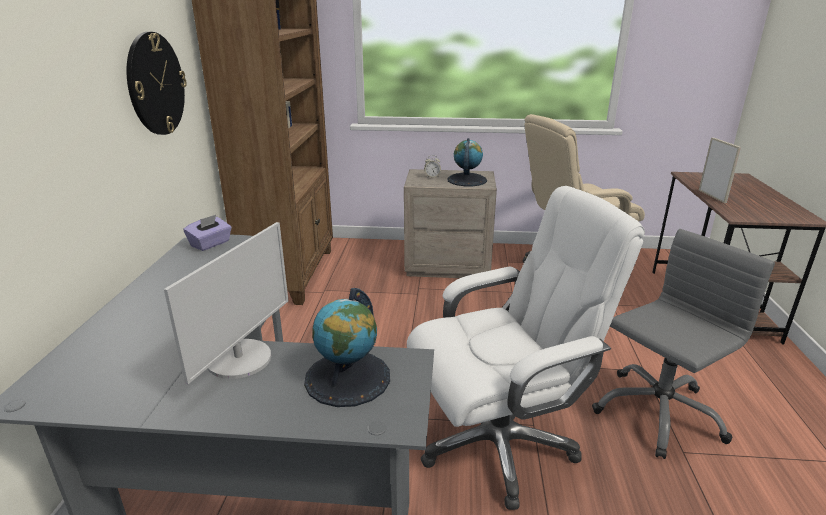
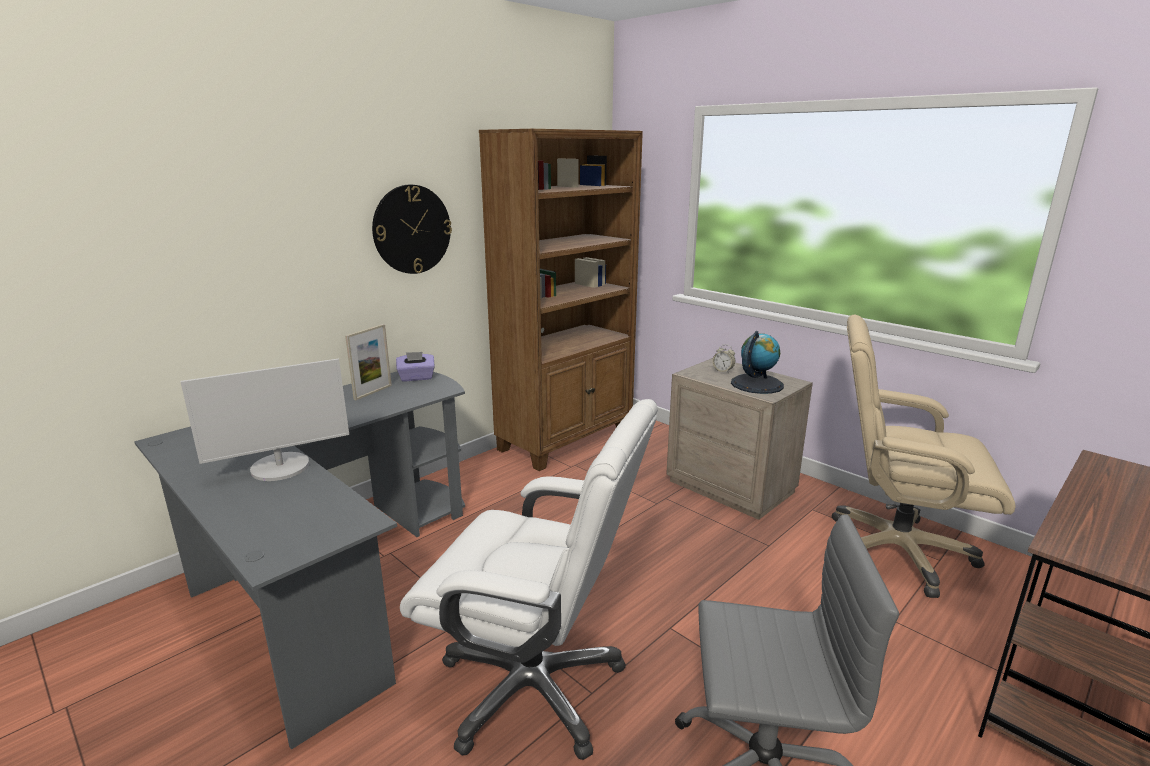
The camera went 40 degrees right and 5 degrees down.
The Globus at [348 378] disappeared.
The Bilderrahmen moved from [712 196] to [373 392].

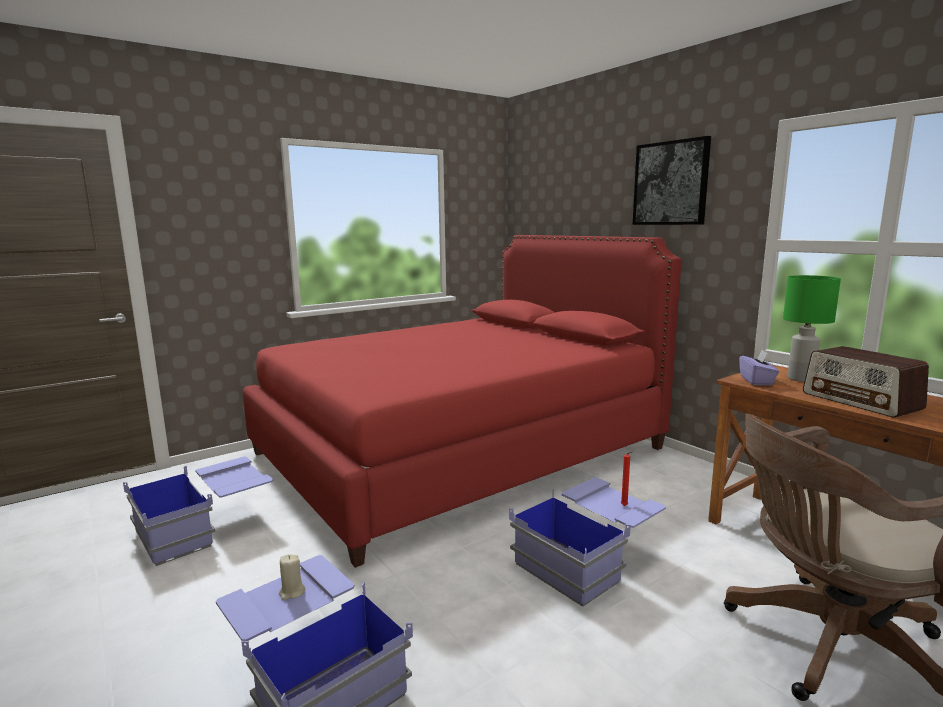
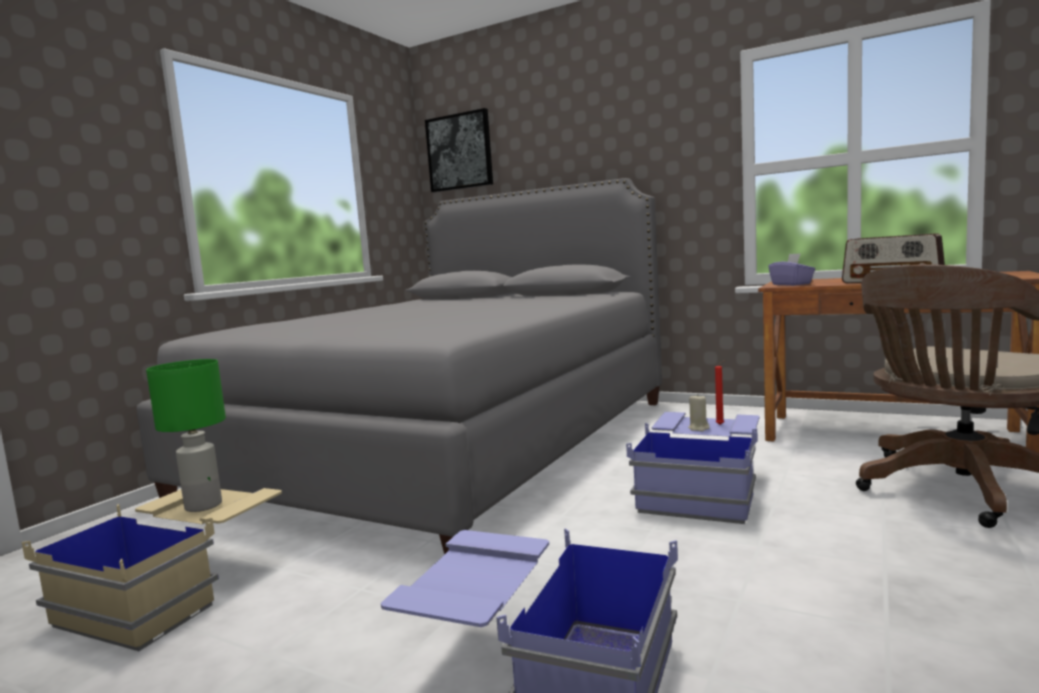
The camera went 25 degrees left and 5 degrees down.
The Aufbewahrungsbox/blau at [206 528] became the Aufbewahrungsbox/beige at [178 590].
The Bett/rot at [458 450] became the Bett/grau at [451 445].
The Kerze/beige moved from [292 592] to [698 428].
The Bild moved from [670 183] to [460 152].
The Tischlampe/grün moved from [800 379] to [203 506].

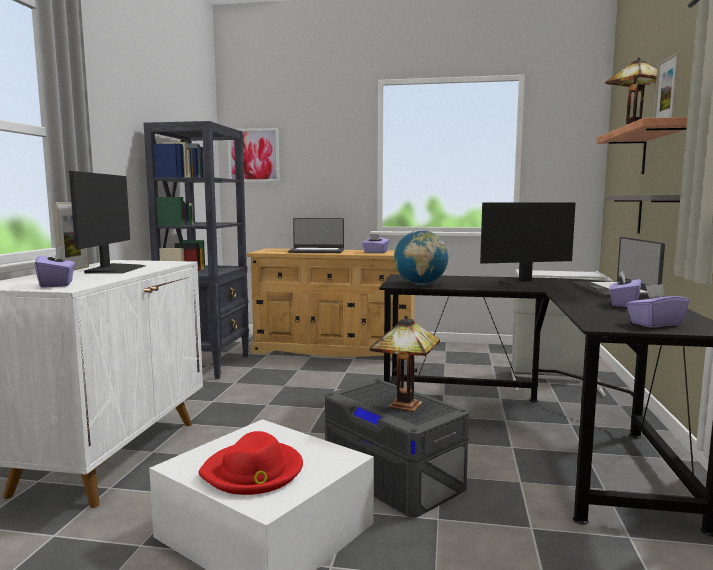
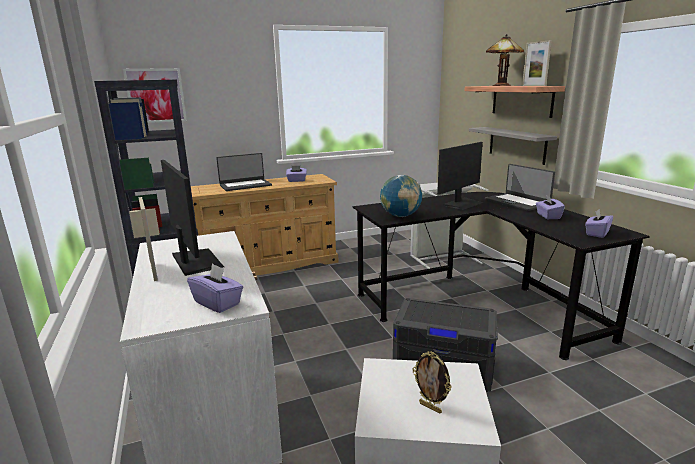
The camera went 30 degrees left and 10 degrees up.
The Hut/rot at [253 472] was replaced by the Bilderrahmen at [430 407].
The Tischlampe at [406 406] disappeared.

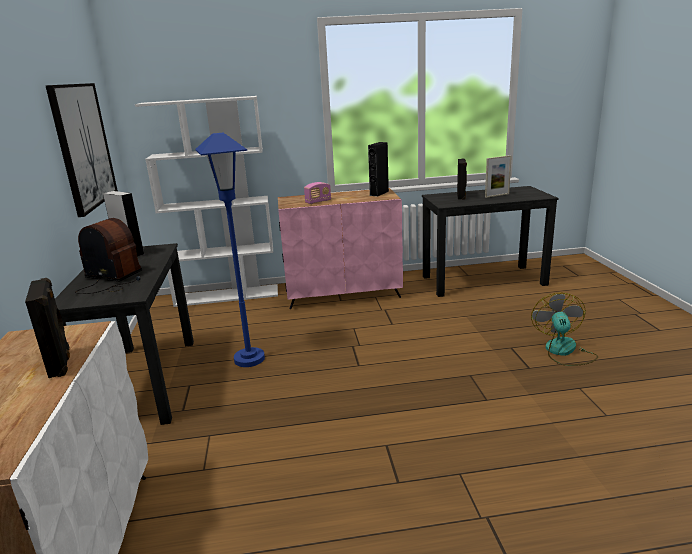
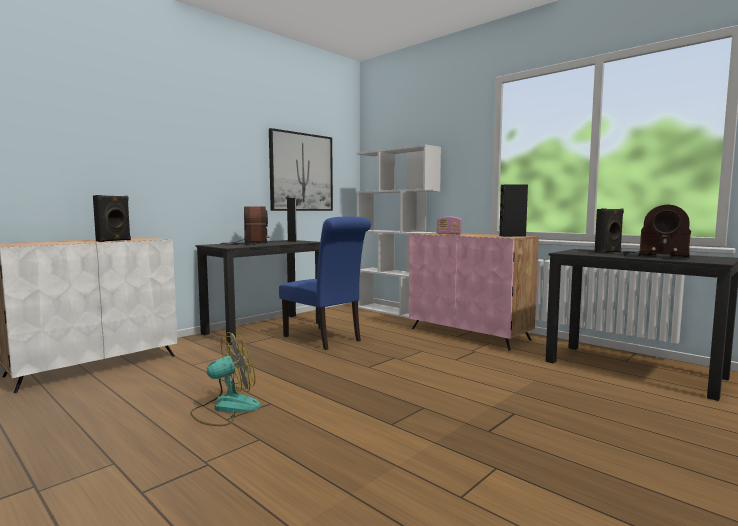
The camera went 50 degrees right and 15 degrees down.
The Stehlampe/blau at [249 359] was replaced by the Stuhl/blau at [325 339].
The Bilderrahmen at [497 195] was replaced by the Radio at [653 256].
The Ventilator moved from [563 351] to [225 408].

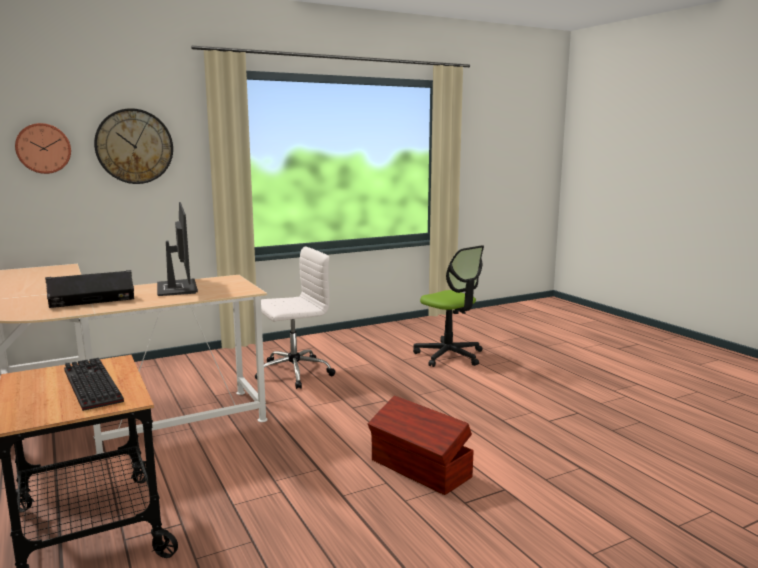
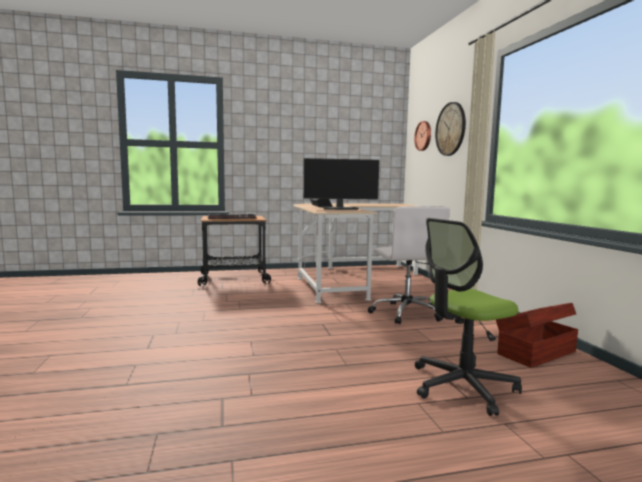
The camera went 105 degrees right and 5 degrees down.
The Aufbewahrungsbox/braun moved from [420 469] to [535 352].

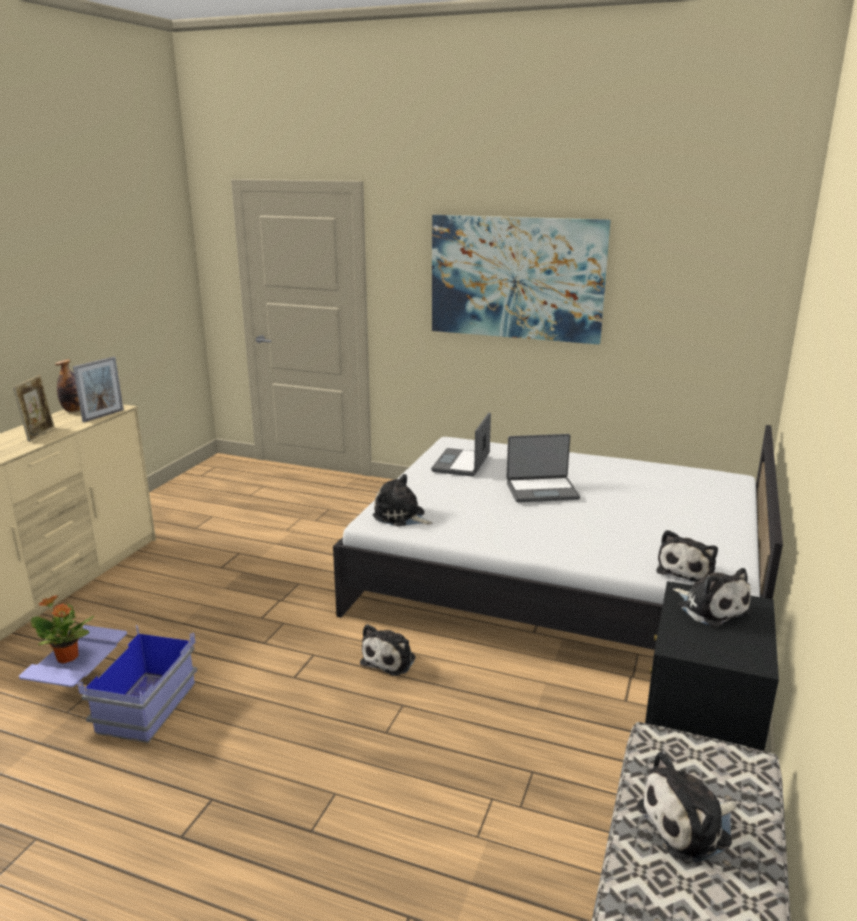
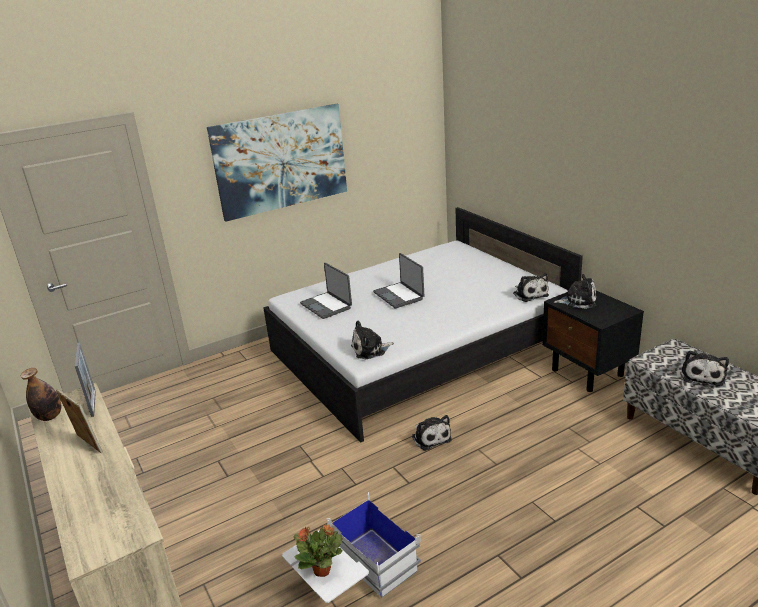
The camera went 50 degrees left and 5 degrees up.
The Aufbewahrungsbox/blau at [116 703] became the Aufbewahrungsbox/weiß at [354 579].
The Laptop at [542 490] turned 120 degrees clockwise.

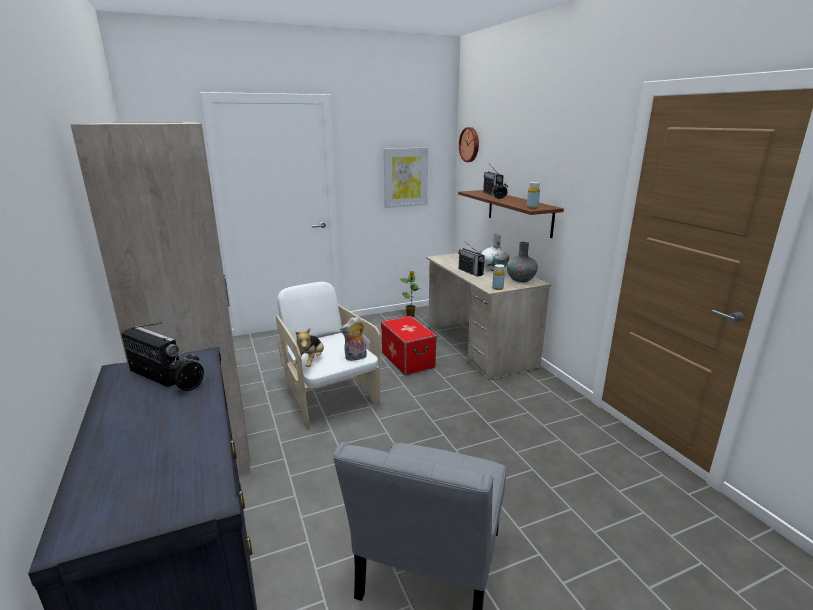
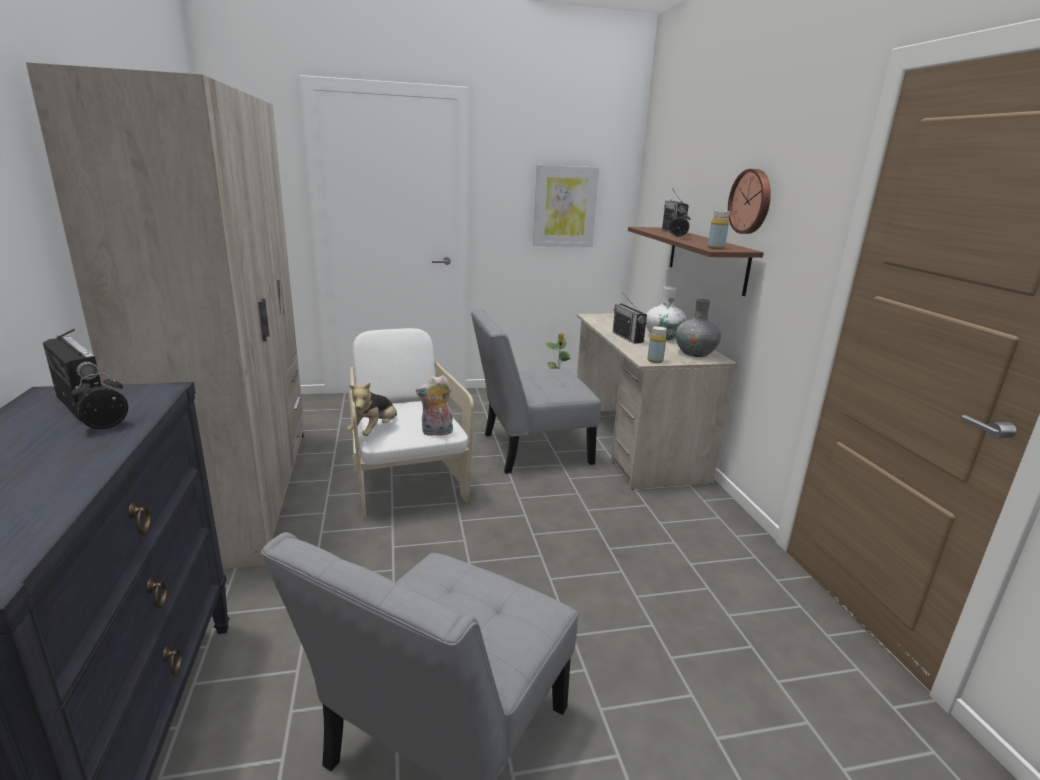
The camera went 10 degrees right and 0 degrees up.
The Aufbewahrungsbox at [407 360] was replaced by the Stuhl/grau at [529 449].
The Wanduhr moved from [470 144] to [751 201].

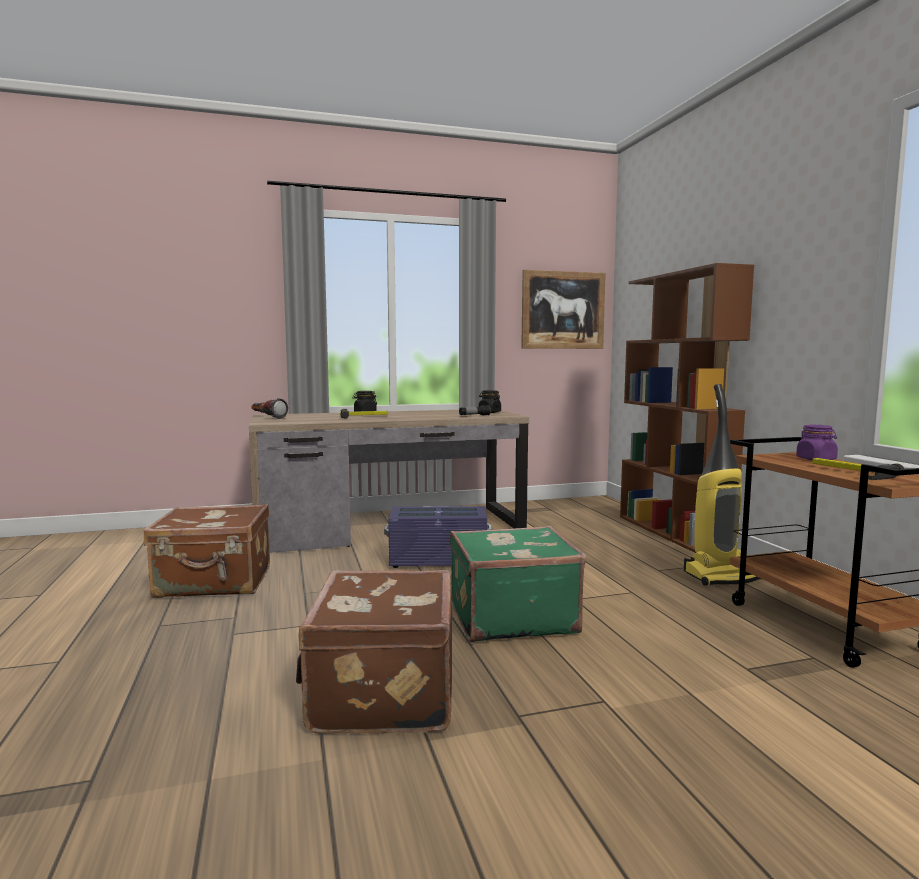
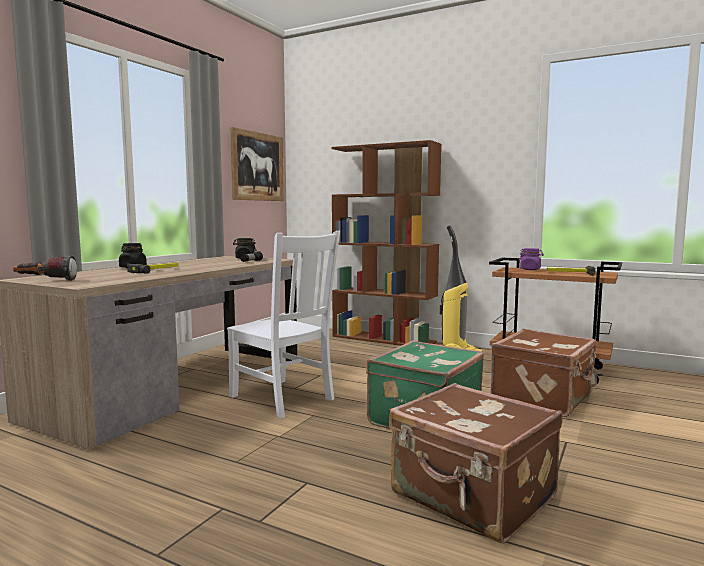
The camera went 45 degrees left and 0 degrees up.
The Koffer/braun moved from [215 583] to [544 398].
The Aufbewahrungsbox/lila at [438 560] was replaced by the Stuhl/weiß at [283 398].

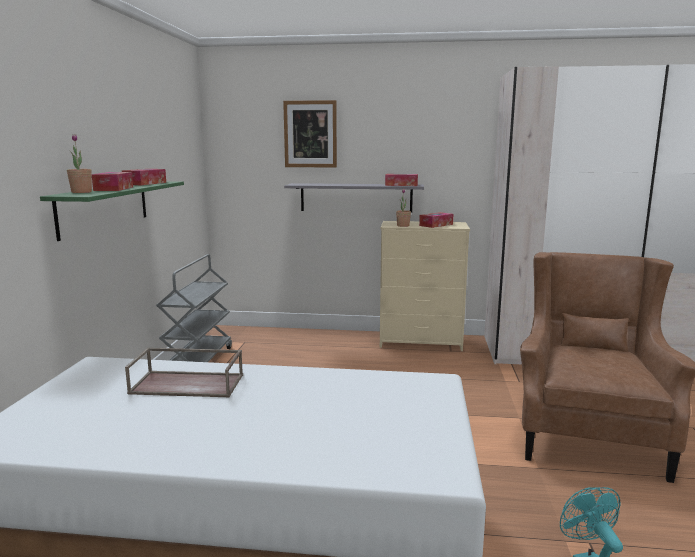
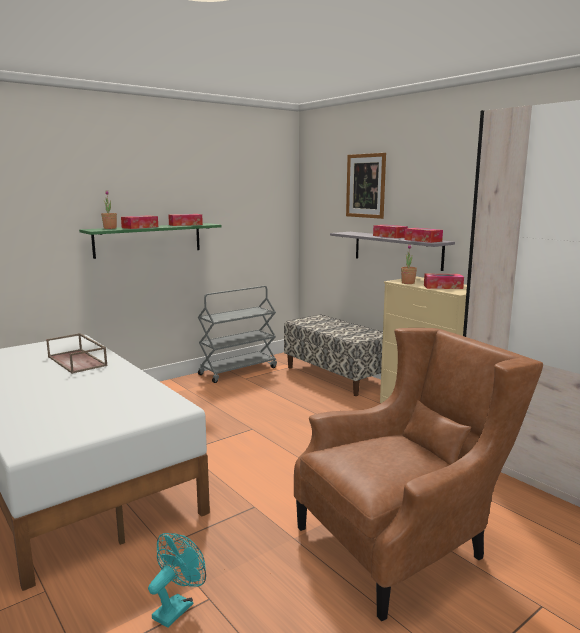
The camera went 45 degrees right and 0 degrees up.
The Bank at [336 376] appeared.
The Taschentuchbox at [389 236] appeared.

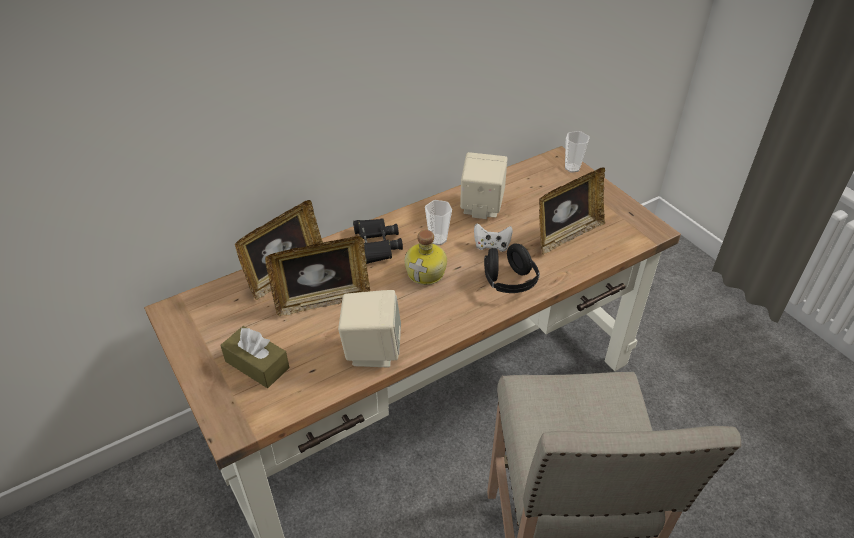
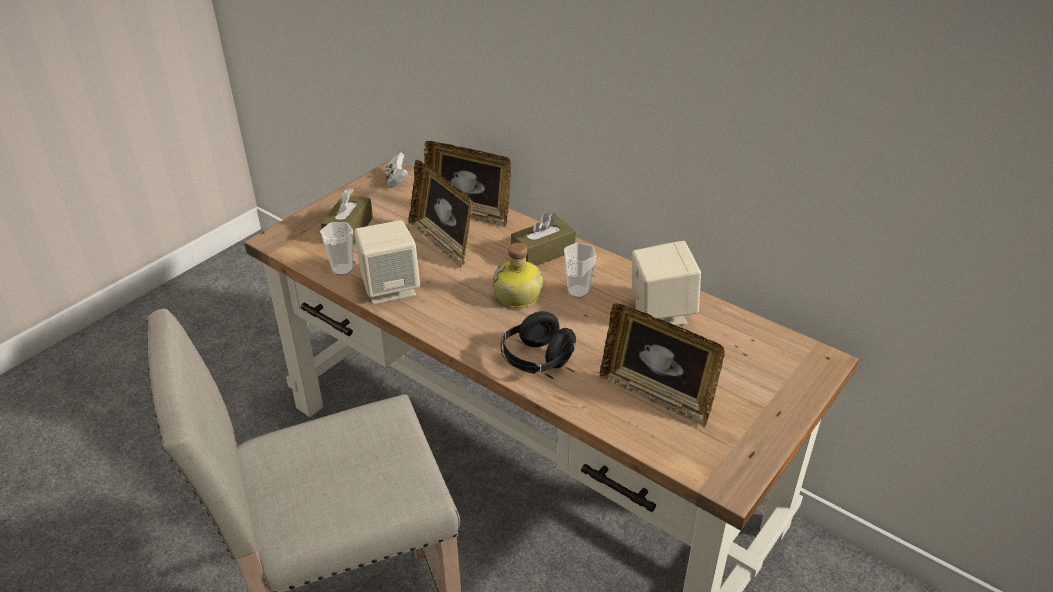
The camera went 70 degrees right and 5 degrees down.
The Fernglas/schwarz at [376 244] was replaced by the Taschentuchbox/braun at [543 253].
The Gamepad/weiß moved from [491 246] to [396 180].
The Tasse moved from [572 168] to [342 270].

